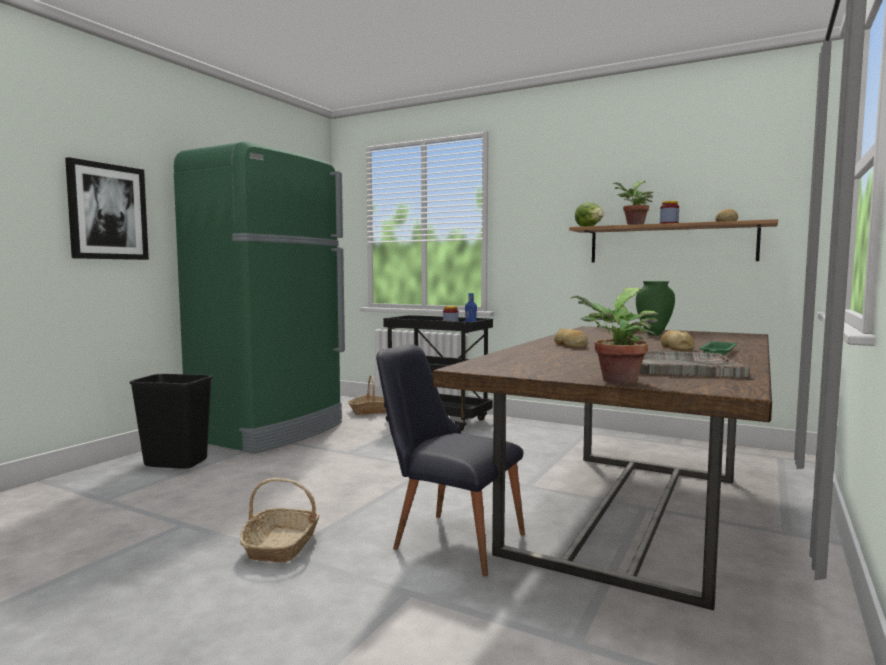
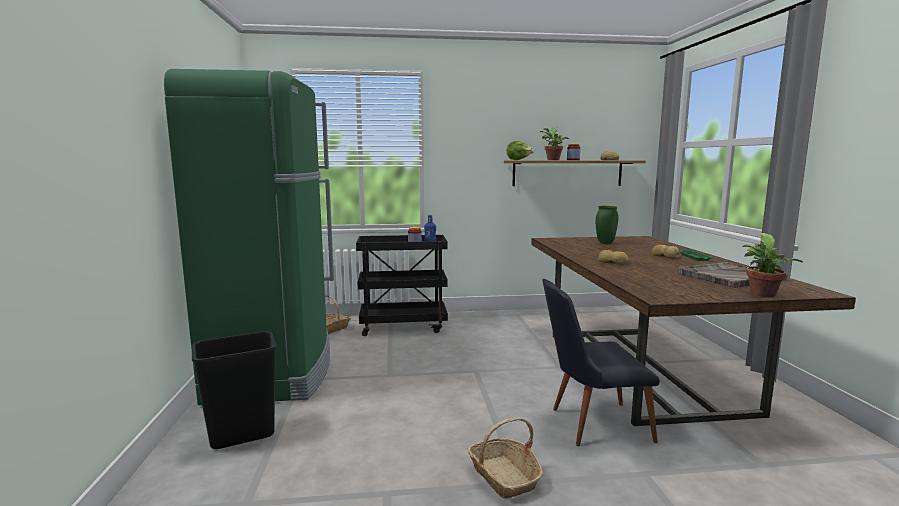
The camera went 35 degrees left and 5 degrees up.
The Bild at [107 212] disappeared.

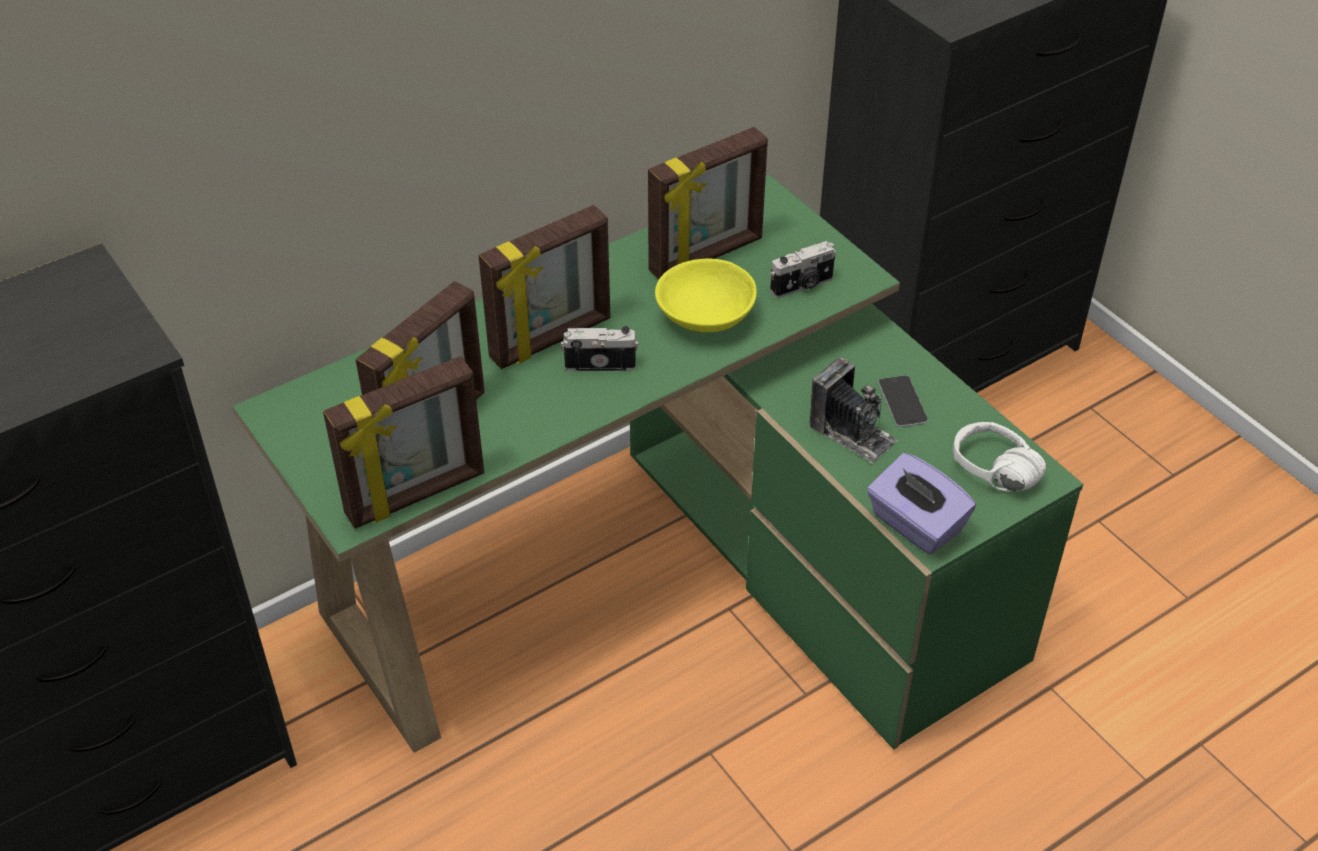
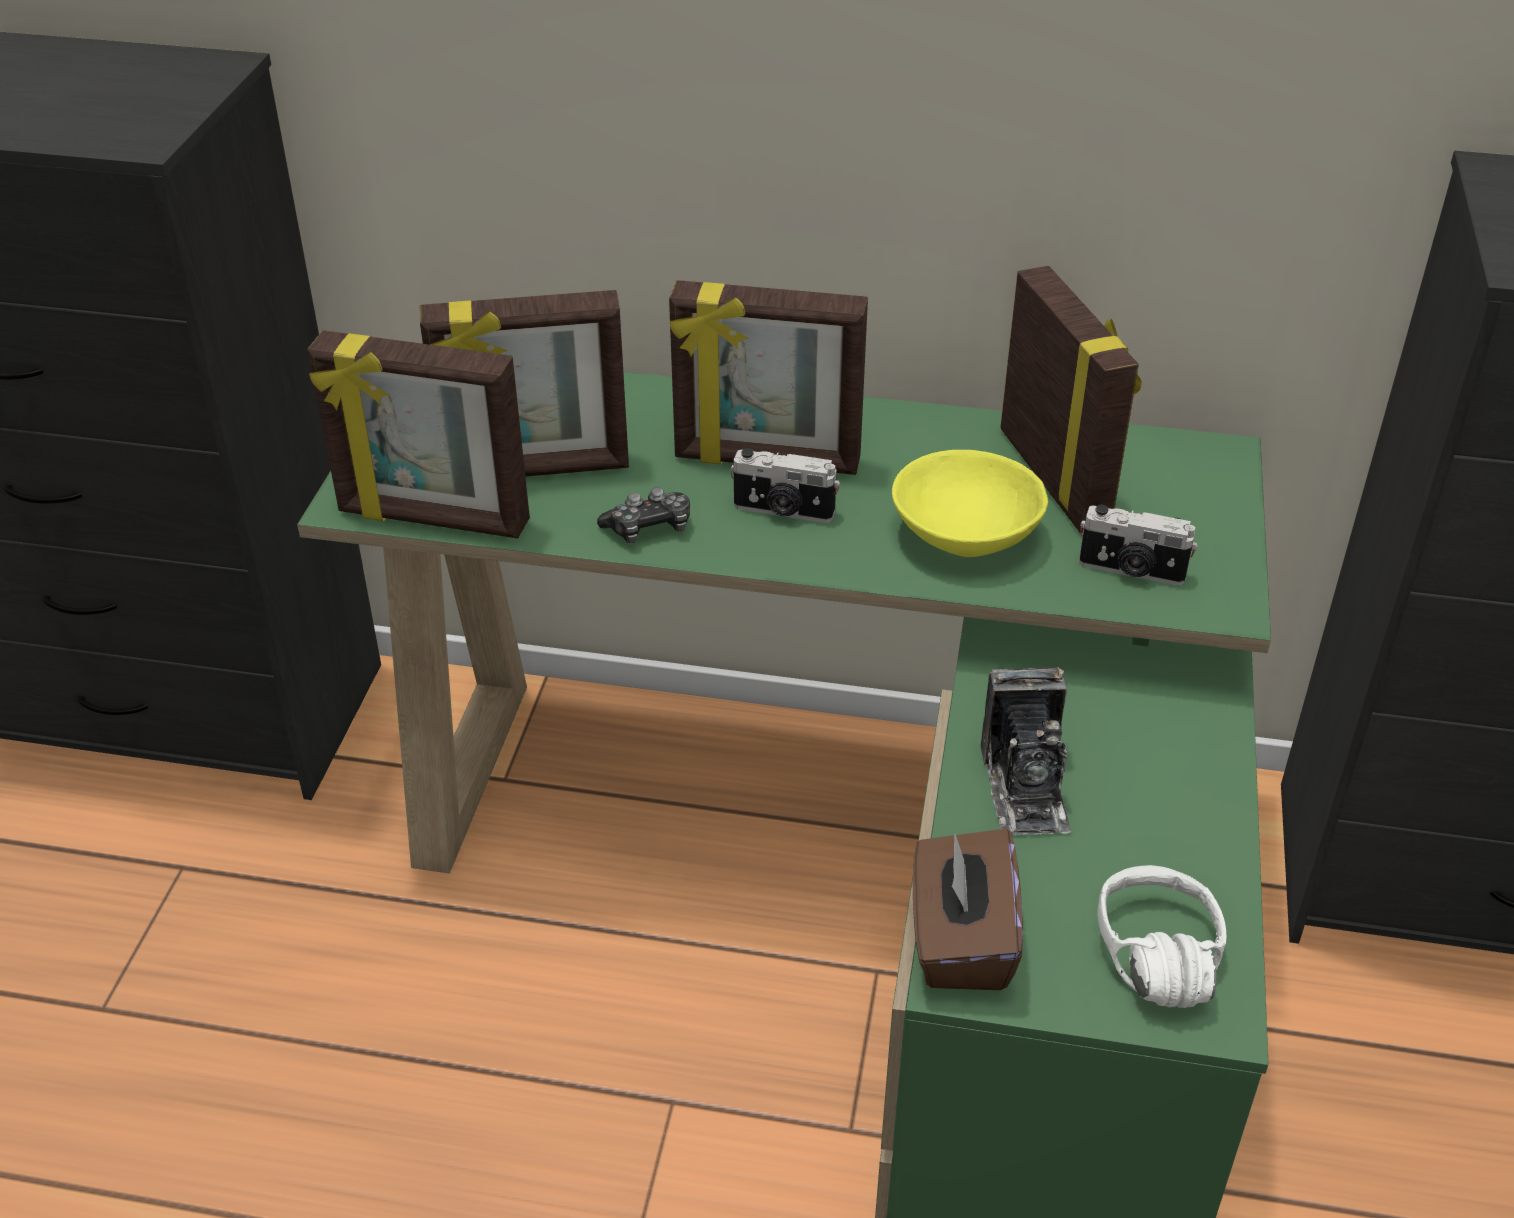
The camera went 45 degrees right and 5 degrees down.
The Kamera at [600 363] turned 150 degrees clockwise.
The Bilderrahmen at [707 256] turned 120 degrees counterclockwise.
The Taschentuchbox/lila at [915 524] became the Taschentuchbox/braun at [960 941].
The Handy at [902 401] disappeared.
The Gamepad at [649 528] appeared.

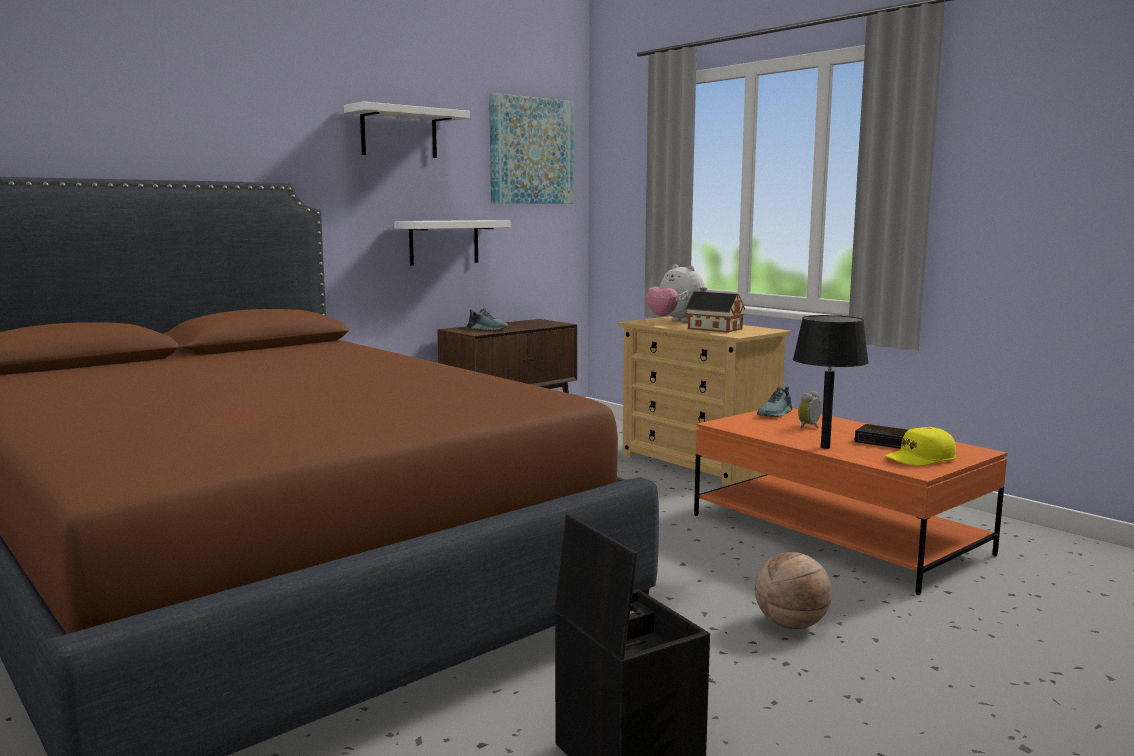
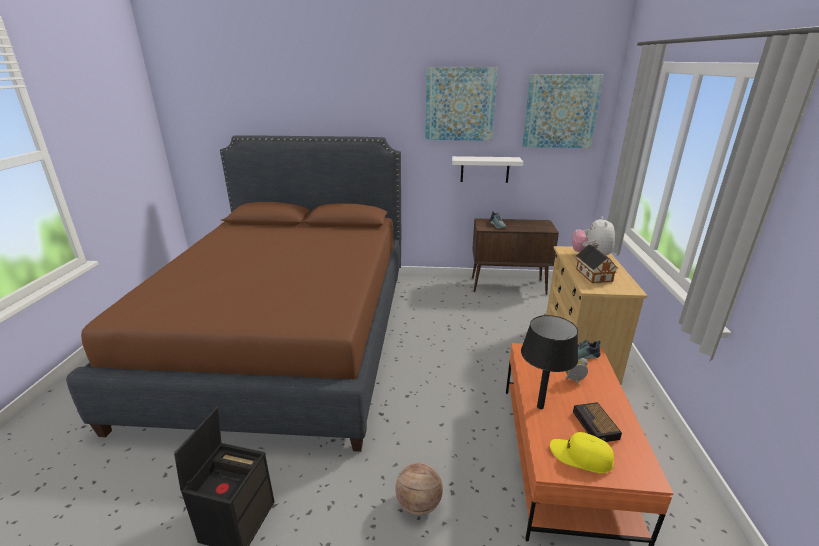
The camera went 45 degrees right and 15 degrees up.
The Wandregal/weiß at [399 133] was replaced by the Bild at [460 104].

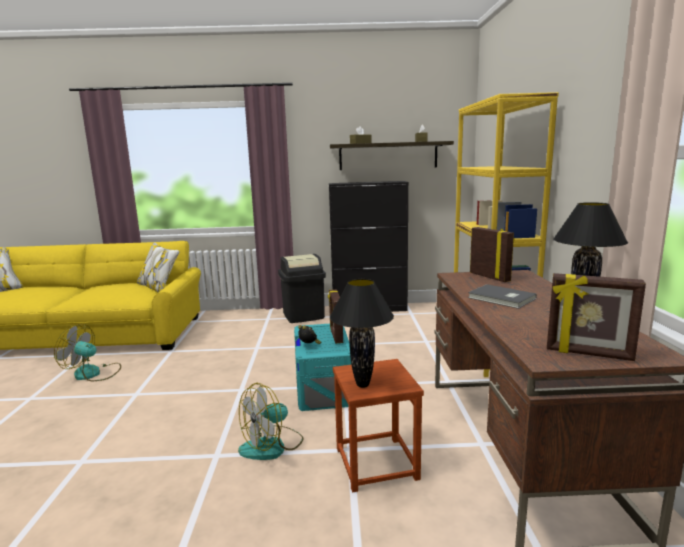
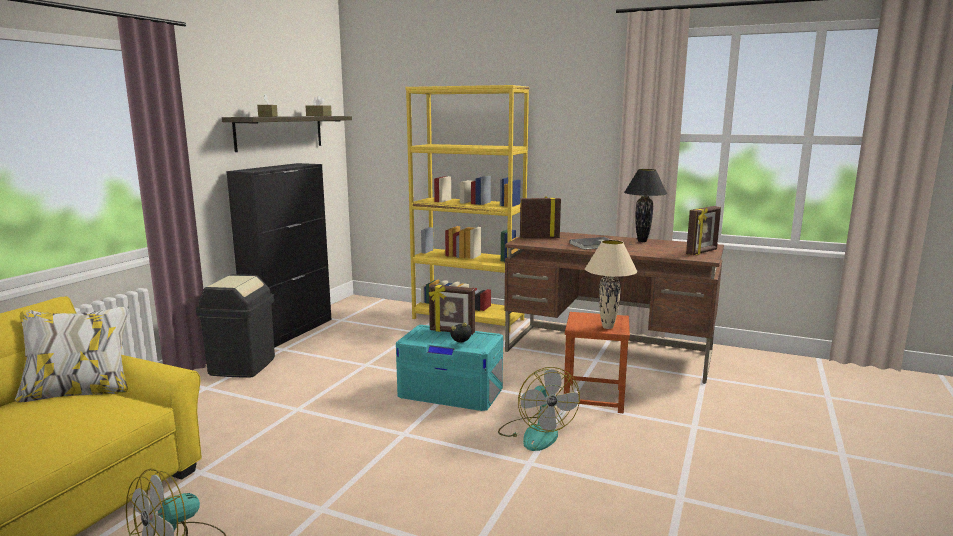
The camera went 65 degrees left and 0 degrees up.
The Tischlampe/schwarz at [362 384] became the Tischlampe/beige at [607 327].

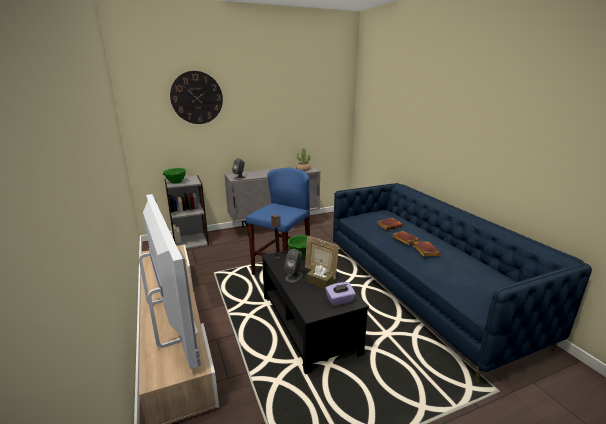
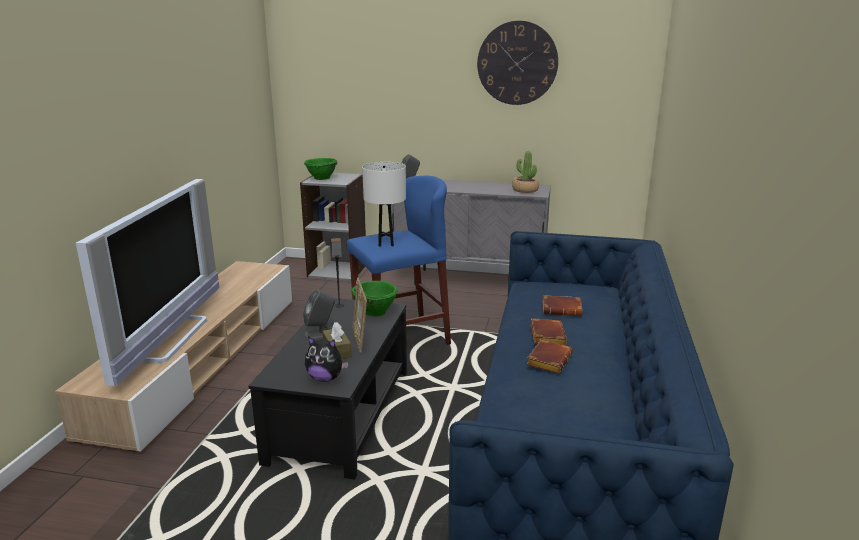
The camera went 35 degrees right and 0 degrees up.
The Wanduhr moved from [197 98] to [517 63].
The Taschentuchbox/lila at [340 300] was replaced by the Plüschtier at [325 378].
The Tischlampe/weiß at [385 244] appeared.

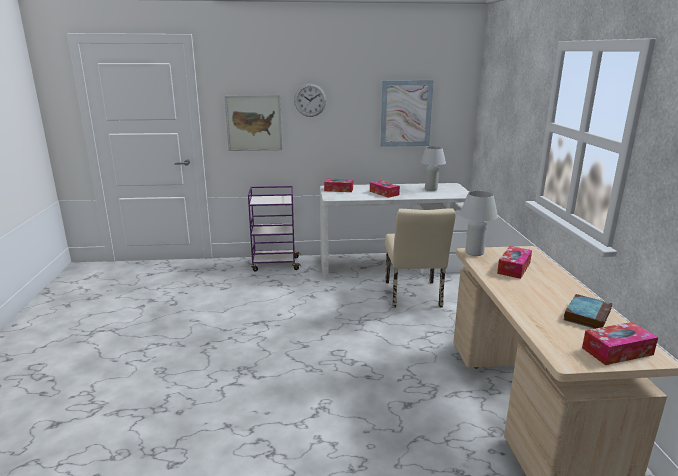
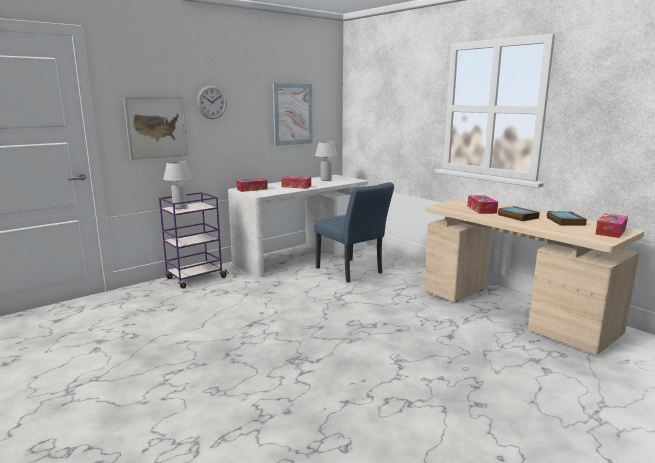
The camera went 35 degrees left and 5 degrees down.
The Stuhl/beige at [413 297] became the Stuhl/blau at [352 272].
The Tischlampe/weiß moved from [474 253] to [180 208].
The Buch at [516 216] appeared.

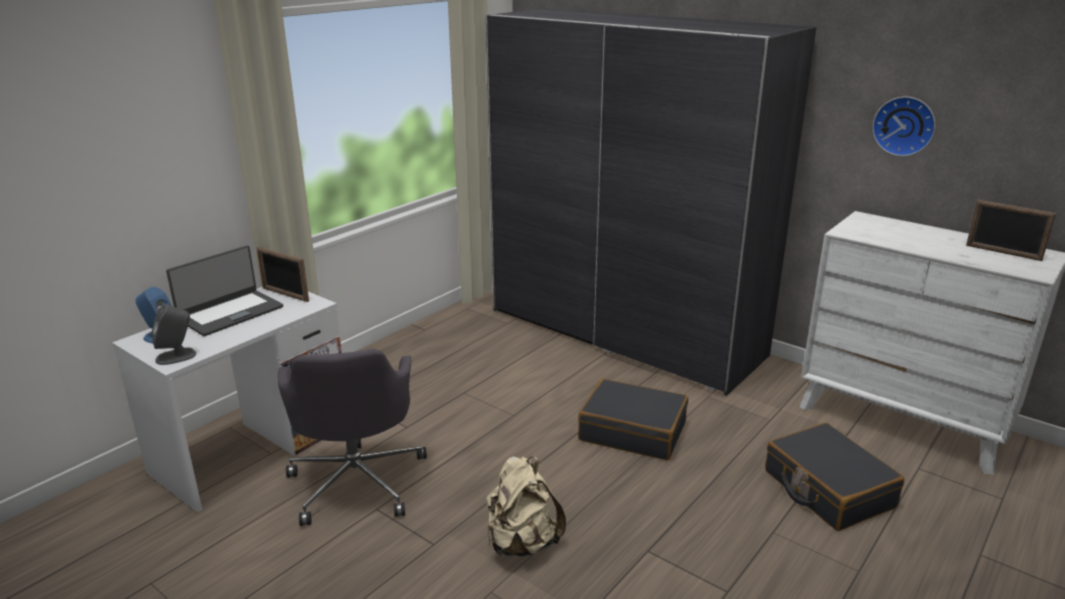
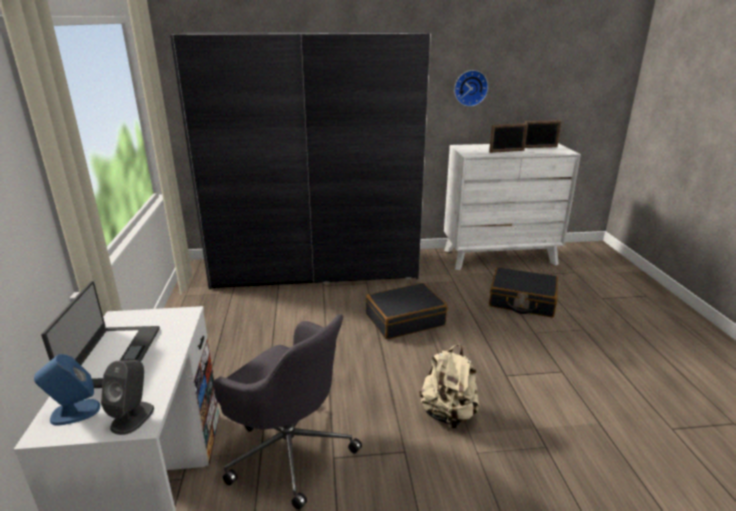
The camera went 45 degrees left and 0 degrees up.
The Bilderrahmen moved from [285 294] to [507 151].

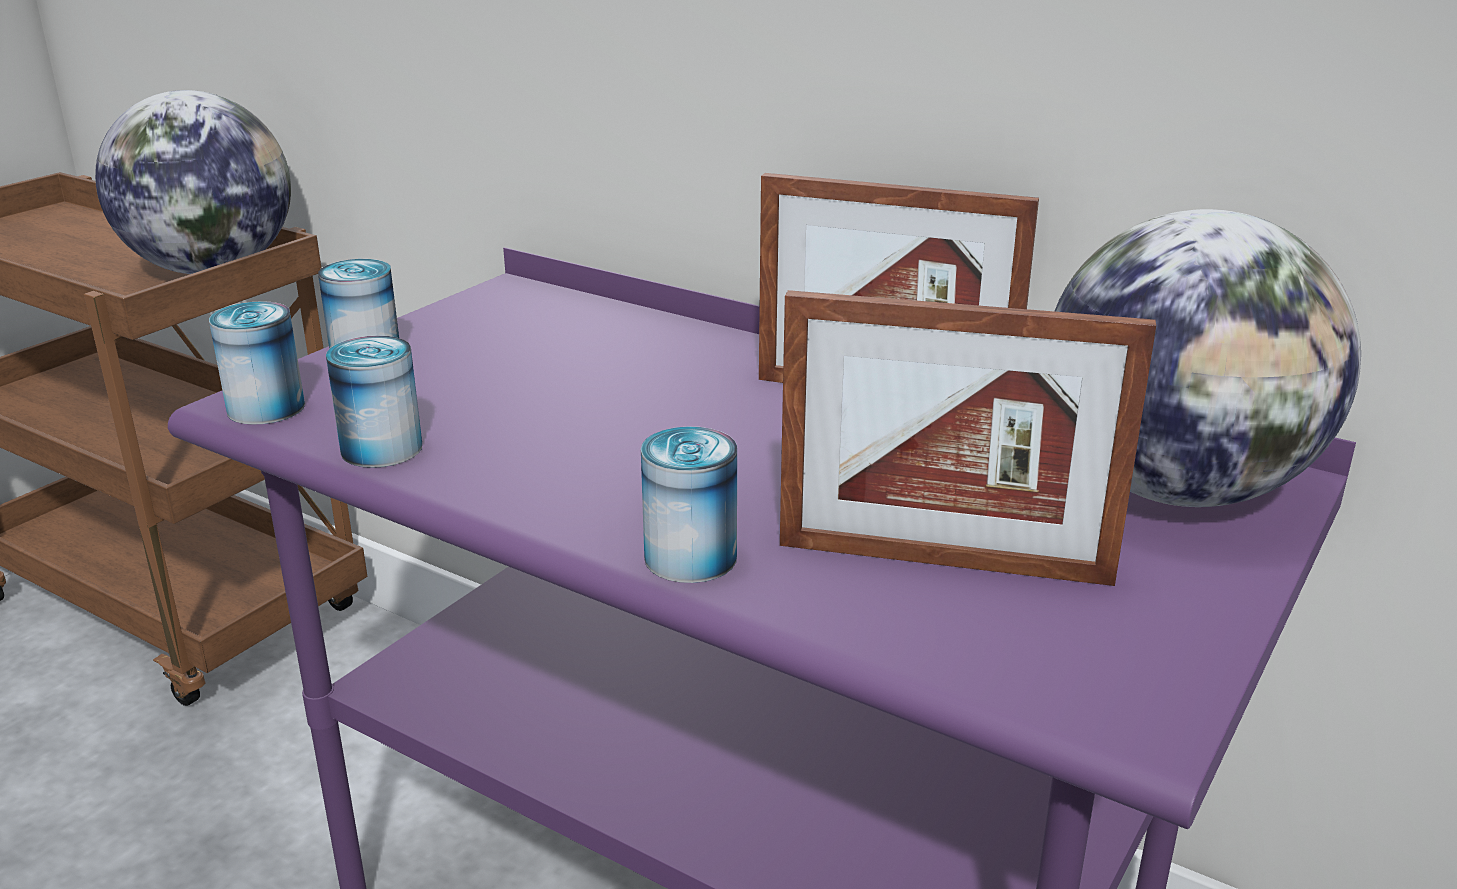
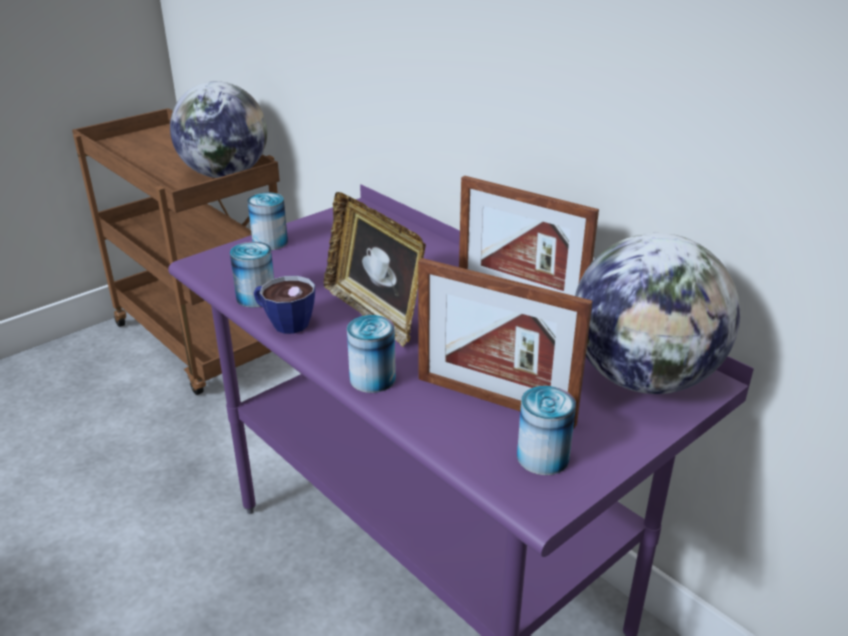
The camera went 15 degrees right and 5 degrees up.
The Dose moved from [266 408] to [542 457].
The Tasse at [284 322] appeared.
The Bilderrahmen at [375 312] appeared.

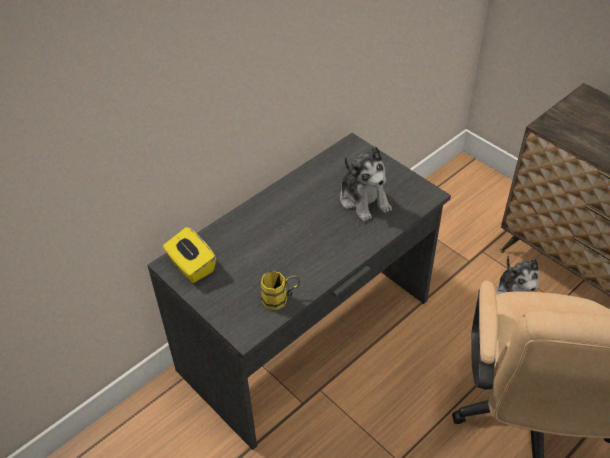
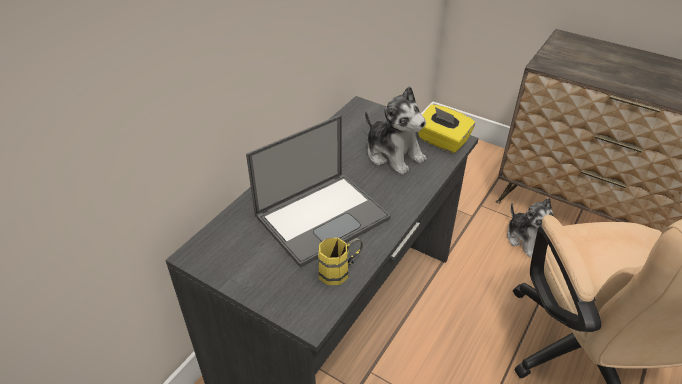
The camera went 15 degrees left and 5 degrees down.
The Taschentuchbox/gelb moved from [191 266] to [442 141].
The Laptop at [323 216] appeared.

